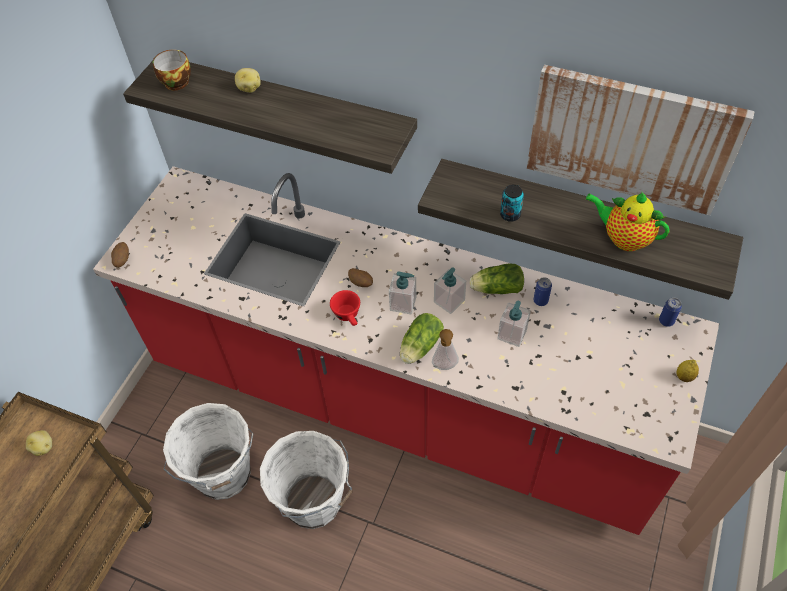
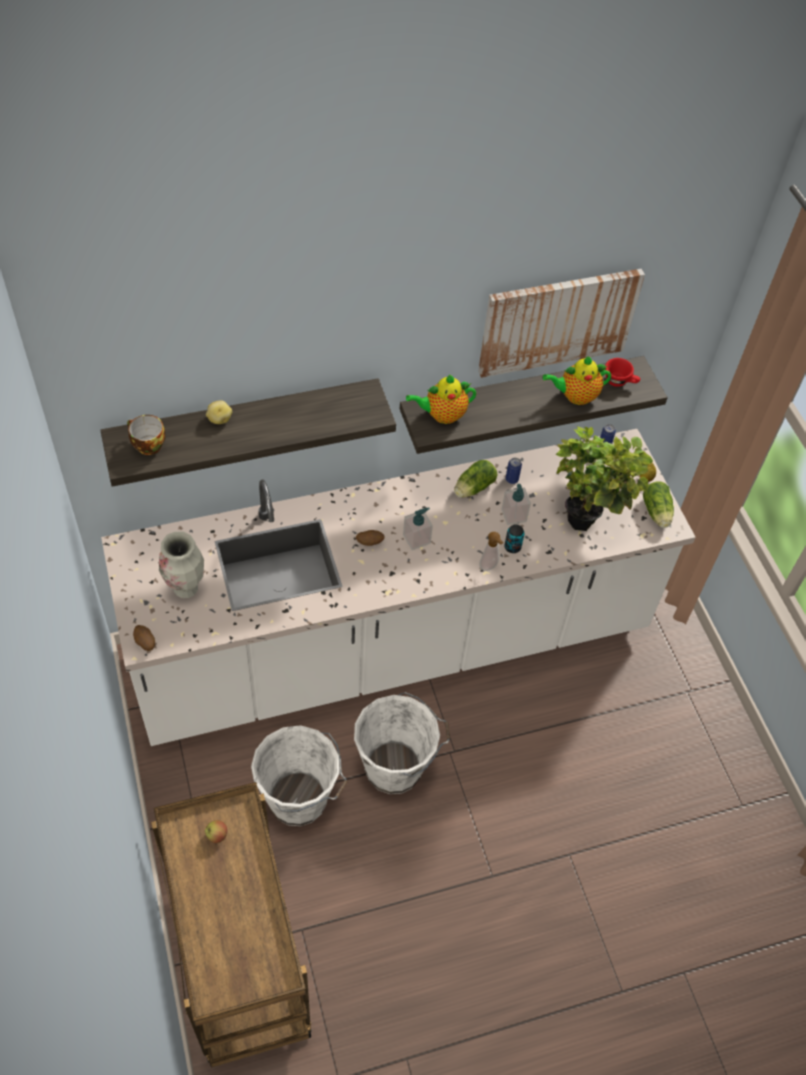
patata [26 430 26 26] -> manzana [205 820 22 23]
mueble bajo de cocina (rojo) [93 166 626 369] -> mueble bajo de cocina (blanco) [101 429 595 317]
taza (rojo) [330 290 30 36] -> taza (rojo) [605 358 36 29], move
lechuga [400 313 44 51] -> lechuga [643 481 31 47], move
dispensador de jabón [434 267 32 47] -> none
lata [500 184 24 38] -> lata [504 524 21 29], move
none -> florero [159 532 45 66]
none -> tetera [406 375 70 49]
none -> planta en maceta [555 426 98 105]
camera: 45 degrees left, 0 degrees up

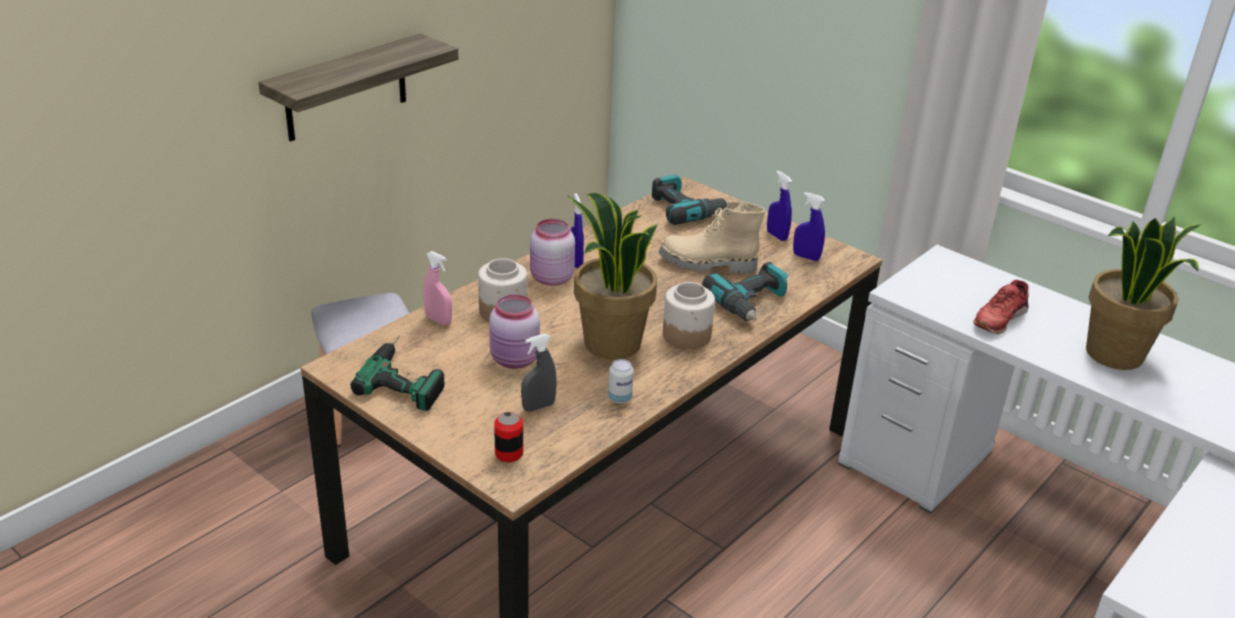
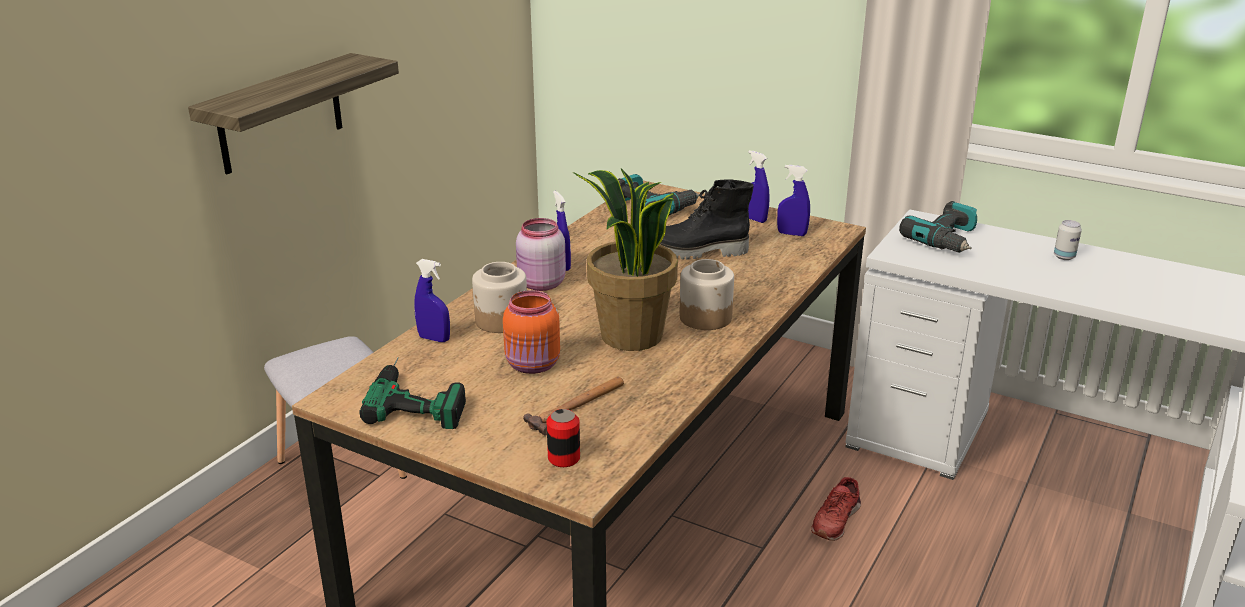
pulverizador (rosa) [424 251 28 74] -> pulverizador (azul) [414 259 36 83]
tarro (rosa) [489 294 51 75] -> tarro (naranja) [503 290 57 84]
pulverizador (gris) [521 334 36 78] -> martillo [523 377 101 58]
lata [608 359 26 45] -> lata [1054 220 28 40], move
bota (beis) [659 201 106 73] -> bota (negro) [660 180 94 80]
taladro [702 262 86 59] -> taladro [899 201 78 52], move
zapato (rojo) [973 280 56 54] -> zapato (rojo) [811 477 50 64], move
planta en maceta [1086 216 116 154] -> none
camera: 10 degrees left, 5 degrees down

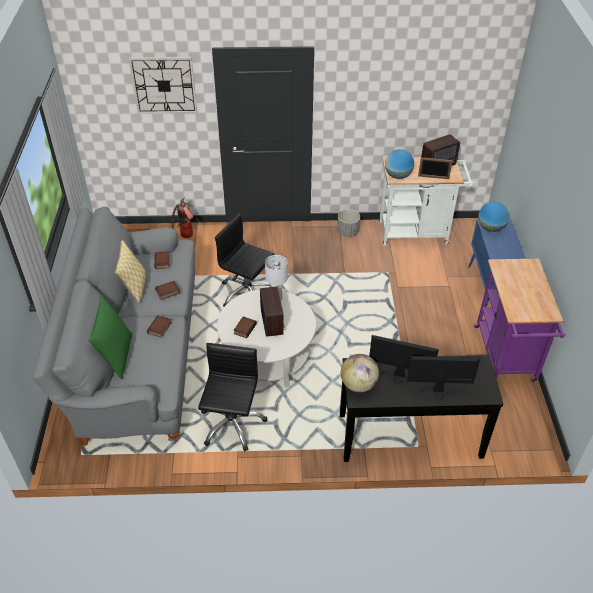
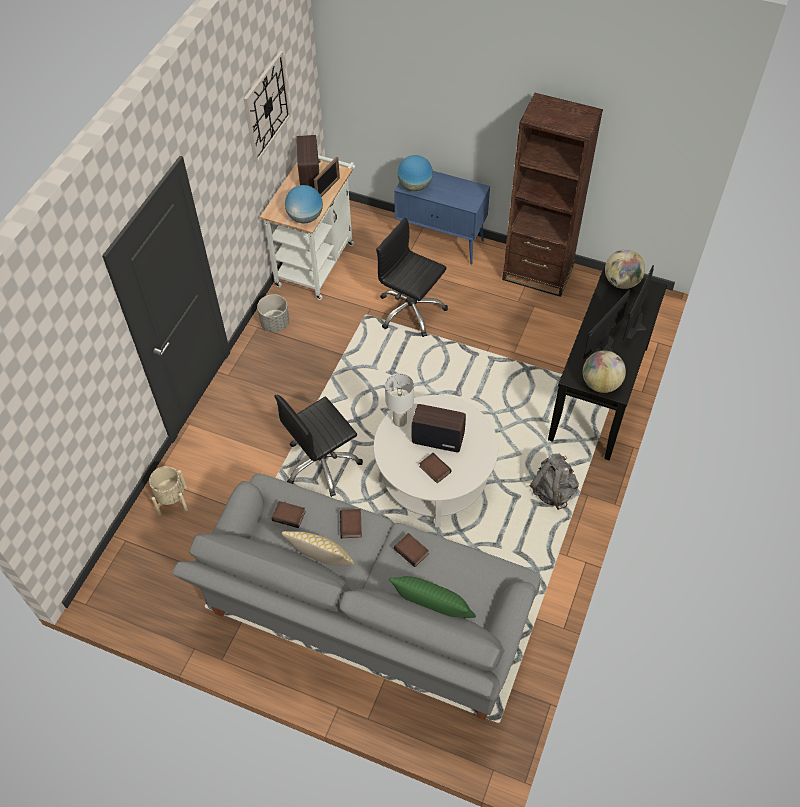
reloj de pared [129 57 68 57] -> reloj de pared [244 51 47 112], move
extintor [171 198 22 40] -> maceta (beis) [149 466 39 49]
silla de oficina (negro) [198 343 69 109] -> silla de oficina (negro) [376 217 72 120], move
carrito (morado) [474 259 92 123] -> estantería (marrón) [502 93 101 204]
none -> mochila (gris) [530 453 49 57]
none -> globo terráqueo [605 249 40 40]
camera: 65 degrees left, 10 degrees up

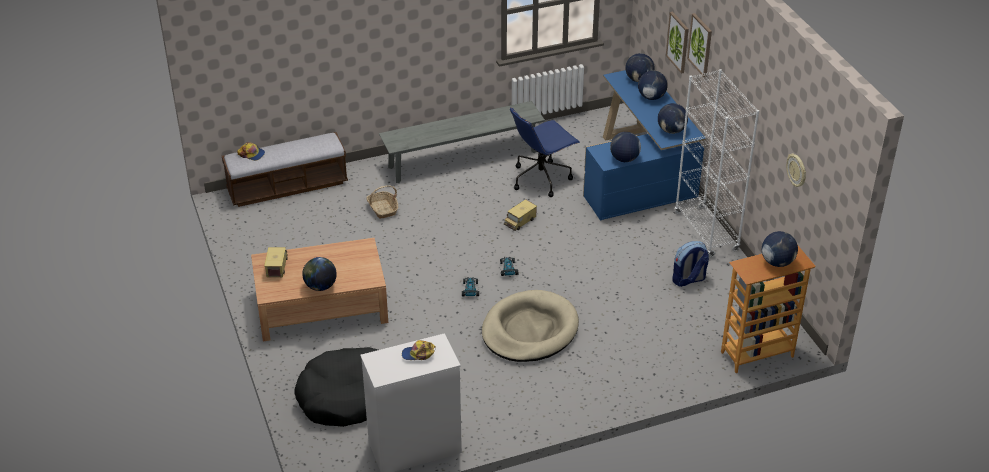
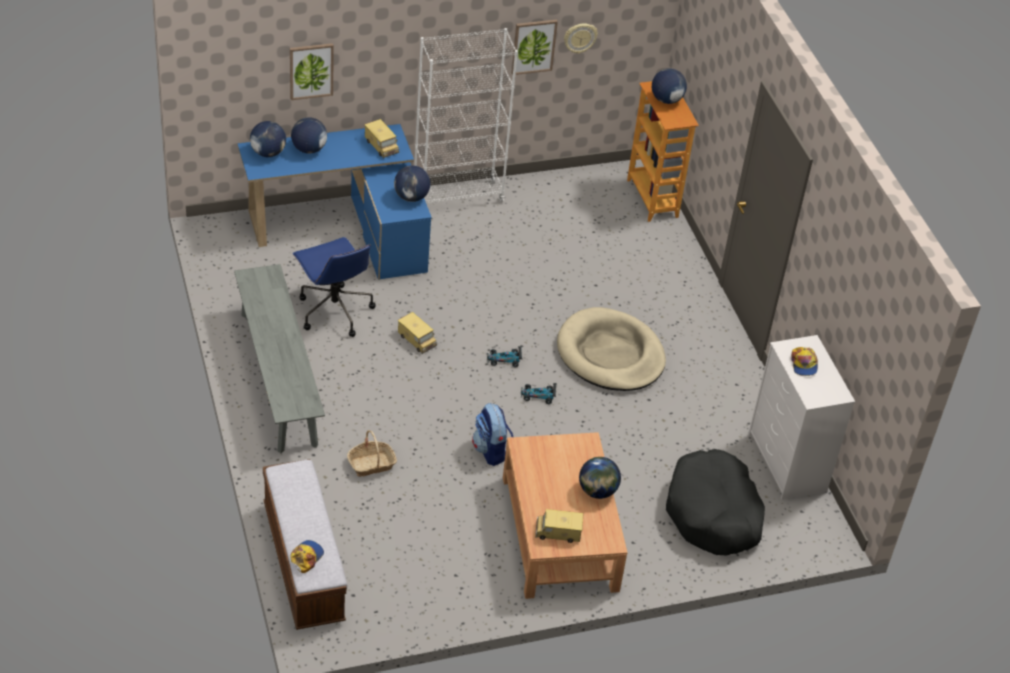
globo terráqueo [658 103 30 31] -> camión de juguete [364 119 35 39]
mochila [672 241 37 46] -> mochila [472 403 41 63], move
cuadro [687 13 25 64] -> cuadro [512 19 46 56], move
camera: 90 degrees left, 5 degrees up

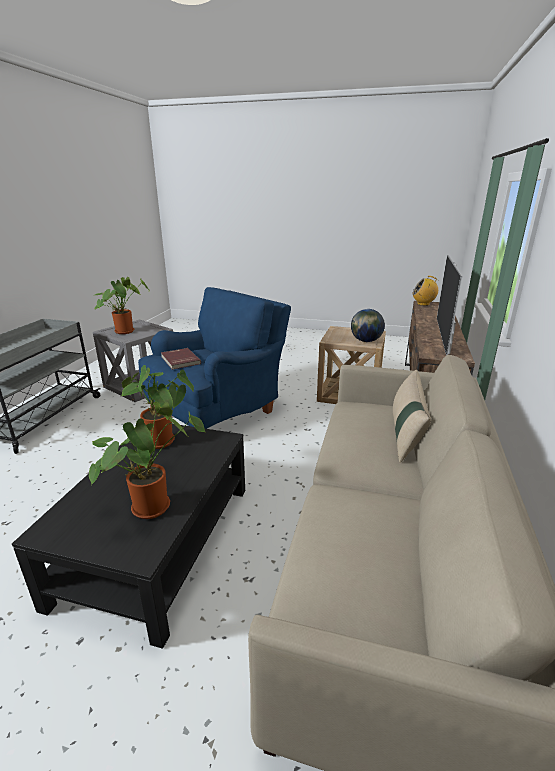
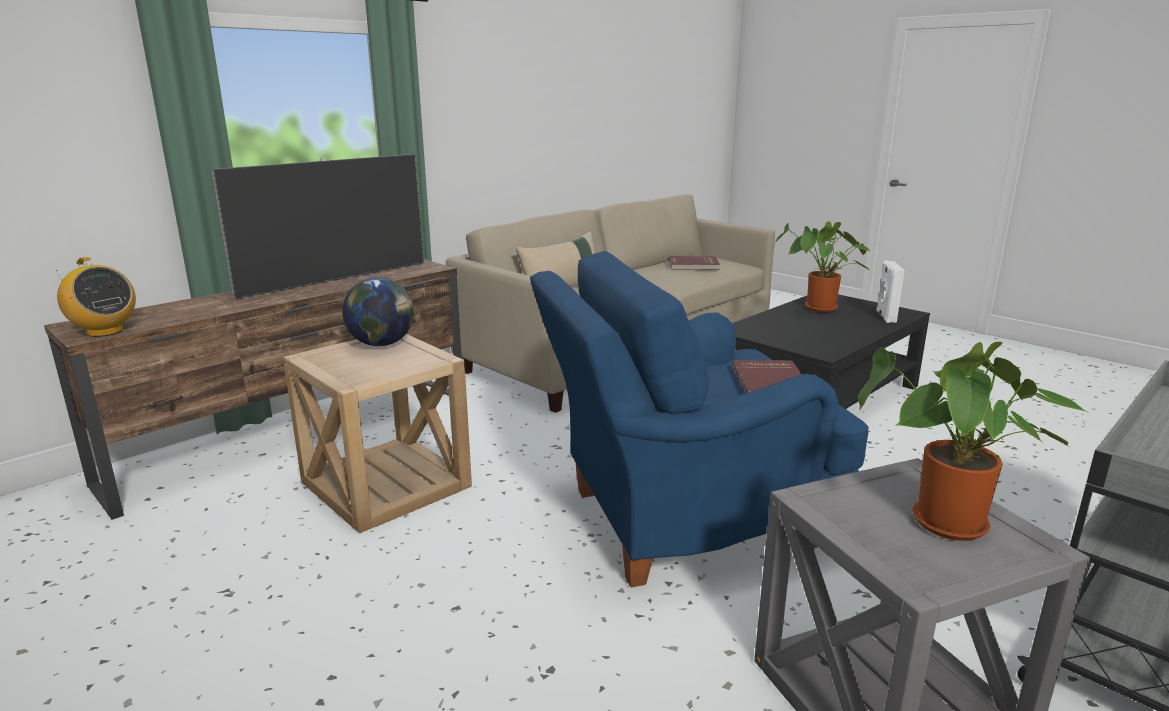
planta en maceta [120 365 74 84] -> none
none -> libro (rojo) [669 256 51 14]
none -> altavoz (blanco) [876 261 29 62]
camera: 150 degrees left, 5 degrees down

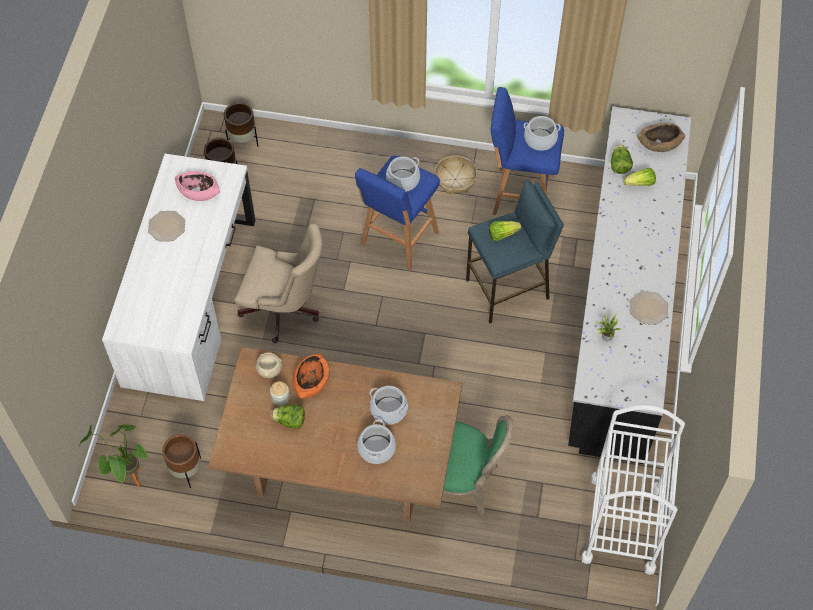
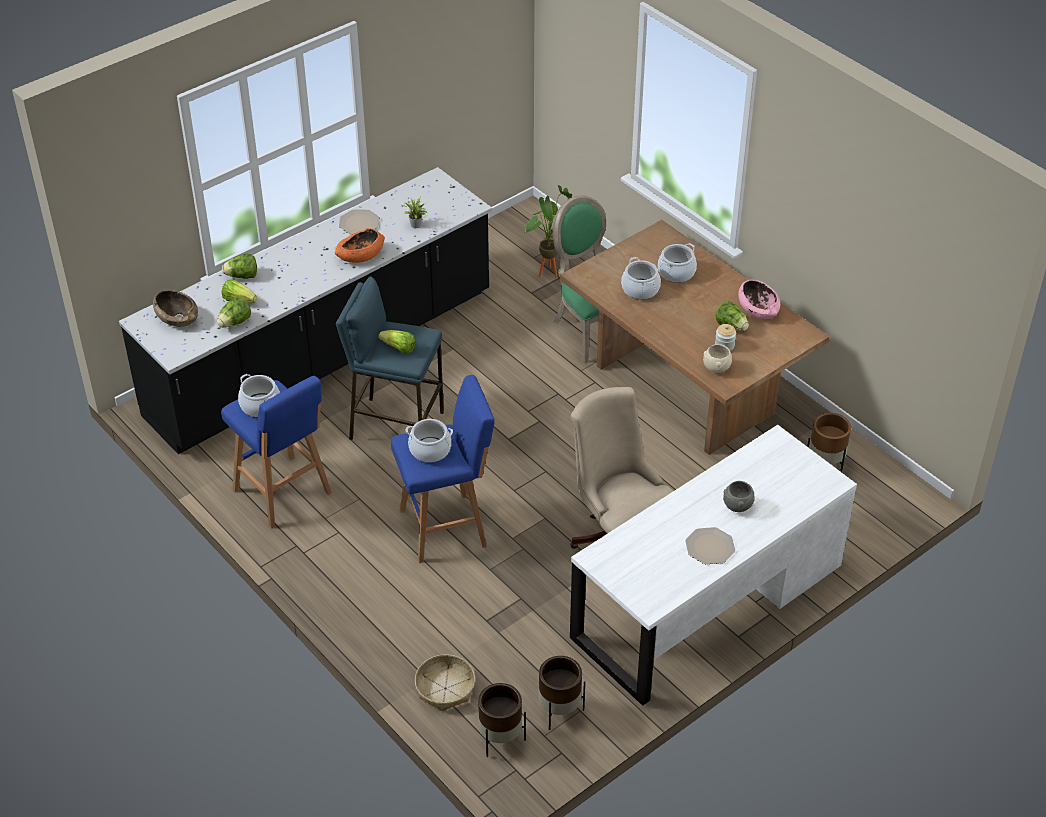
planta en maceta [79 424 69 63] -> planta en maceta [524 185 48 93], move
cuenco (rosa) [175 171 45 30] -> cuenco (rosa) [738 280 42 39], move
cuenco (naranja) [292 354 38 45] -> cuenco (naranja) [335 228 50 35], move
cesta [435 156 42 38] -> cesta [415 655 60 56], move
carrito (blanco) [581 405 104 170] -> none
none -> lechuga [222 254 35 25]
none -> cuenco (gris) [723 481 32 31]
camera: 140 degrees left, 15 degrees down

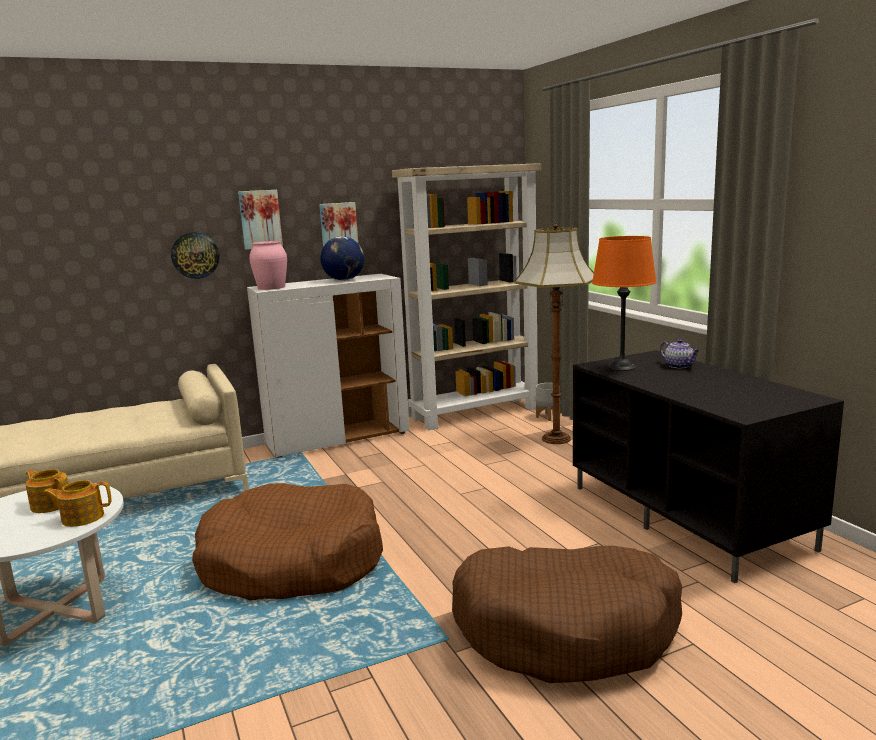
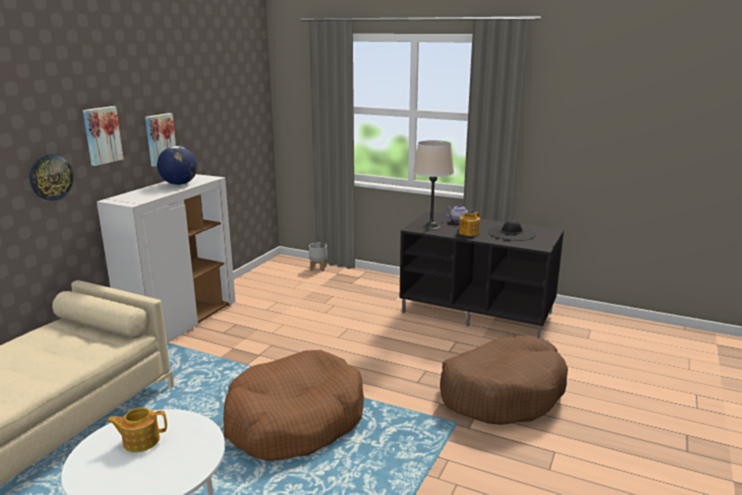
tetera [43 480 69 47] -> tetera [459 212 21 24], move
florero (rosa) [249 241 38 49] -> none
estantería (beis) [392 163 149 267] -> none
lámpara de pie [514 221 80 223] -> none
lámpara de mesa (naranja) [592 236 65 135] -> lámpara de mesa (beis) [413 140 41 90]
none -> sombrero (negro) [488 220 48 21]
camera: 40 degrees left, 5 degrees up

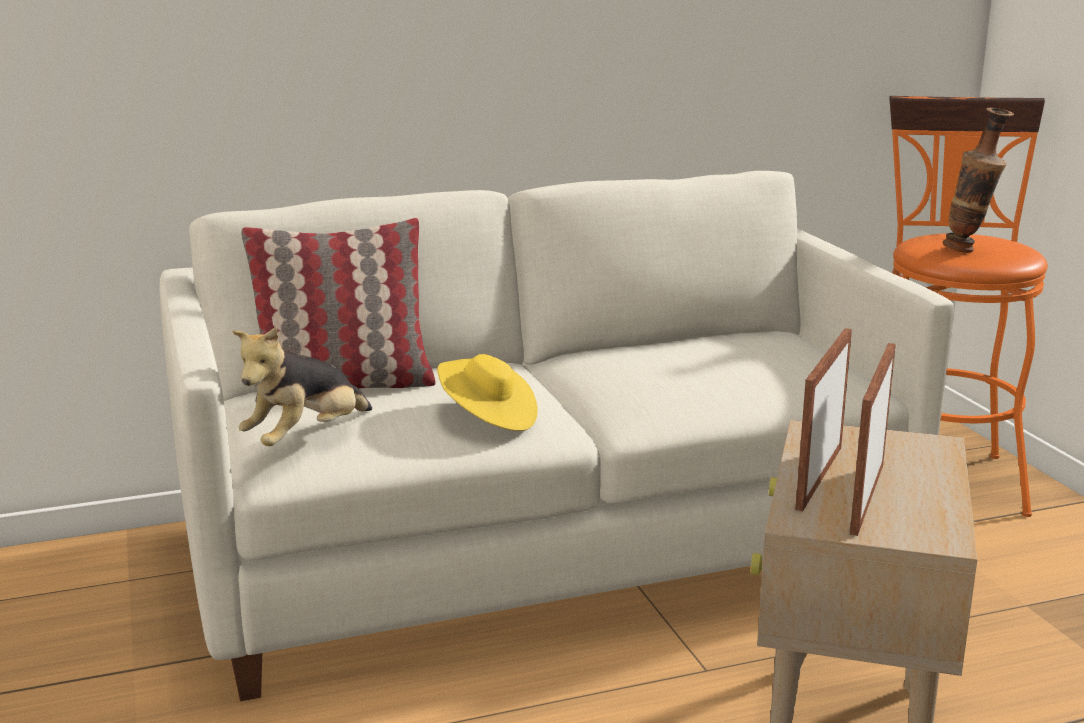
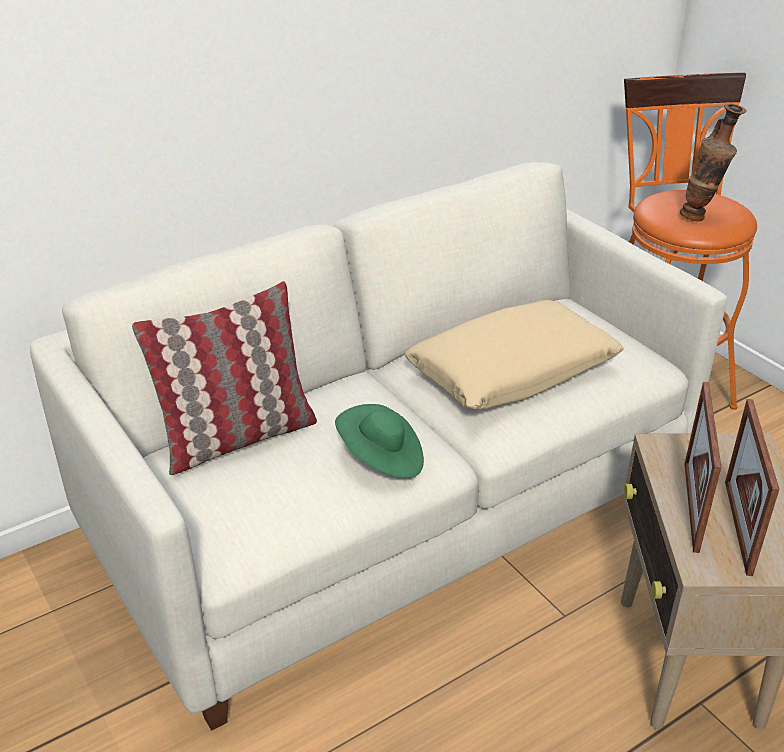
peluche [232 327 140 119] -> none
sombrero (amarillo) [437 354 101 77] -> sombrero (verde) [335 404 89 74]
none -> cojín (beis) [405 300 219 110]
camera: 15 degrees left, 15 degrees up

